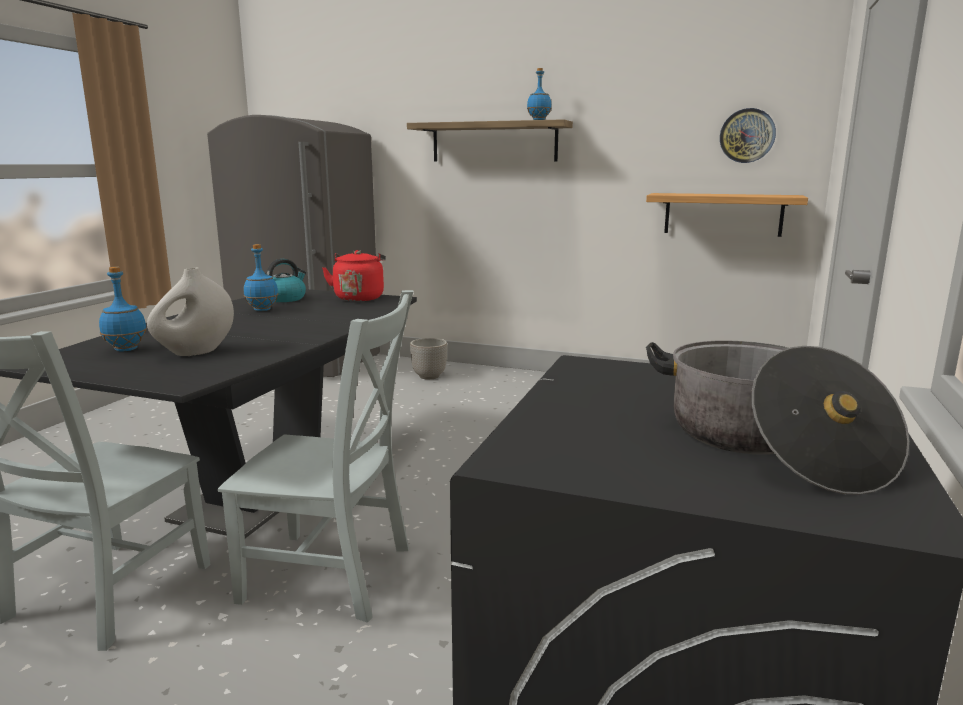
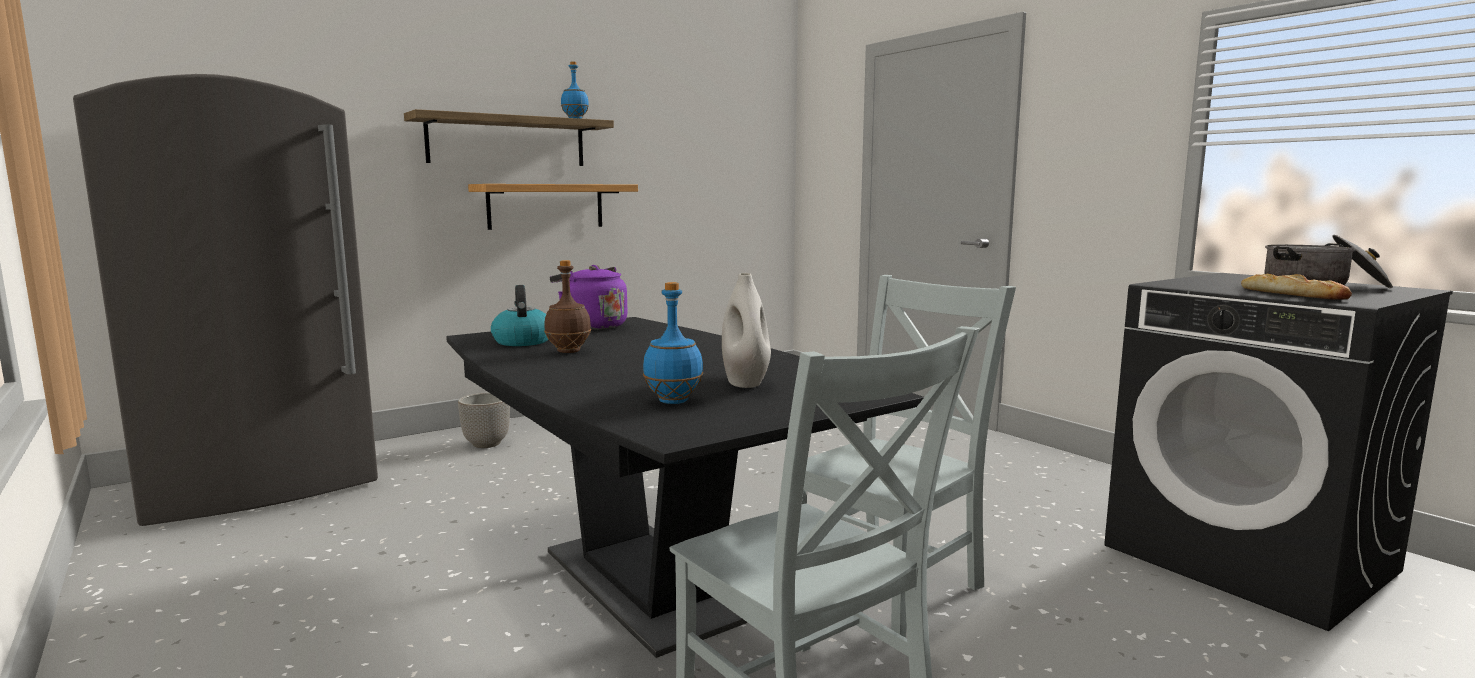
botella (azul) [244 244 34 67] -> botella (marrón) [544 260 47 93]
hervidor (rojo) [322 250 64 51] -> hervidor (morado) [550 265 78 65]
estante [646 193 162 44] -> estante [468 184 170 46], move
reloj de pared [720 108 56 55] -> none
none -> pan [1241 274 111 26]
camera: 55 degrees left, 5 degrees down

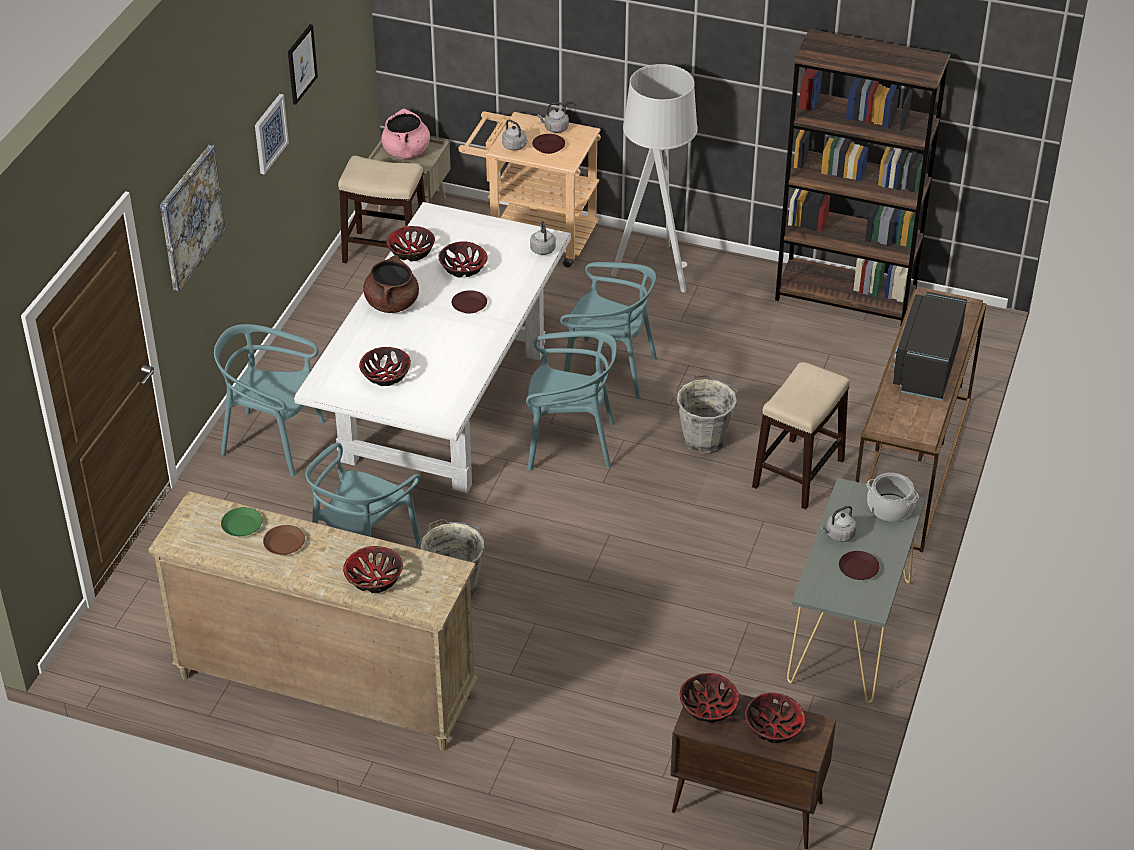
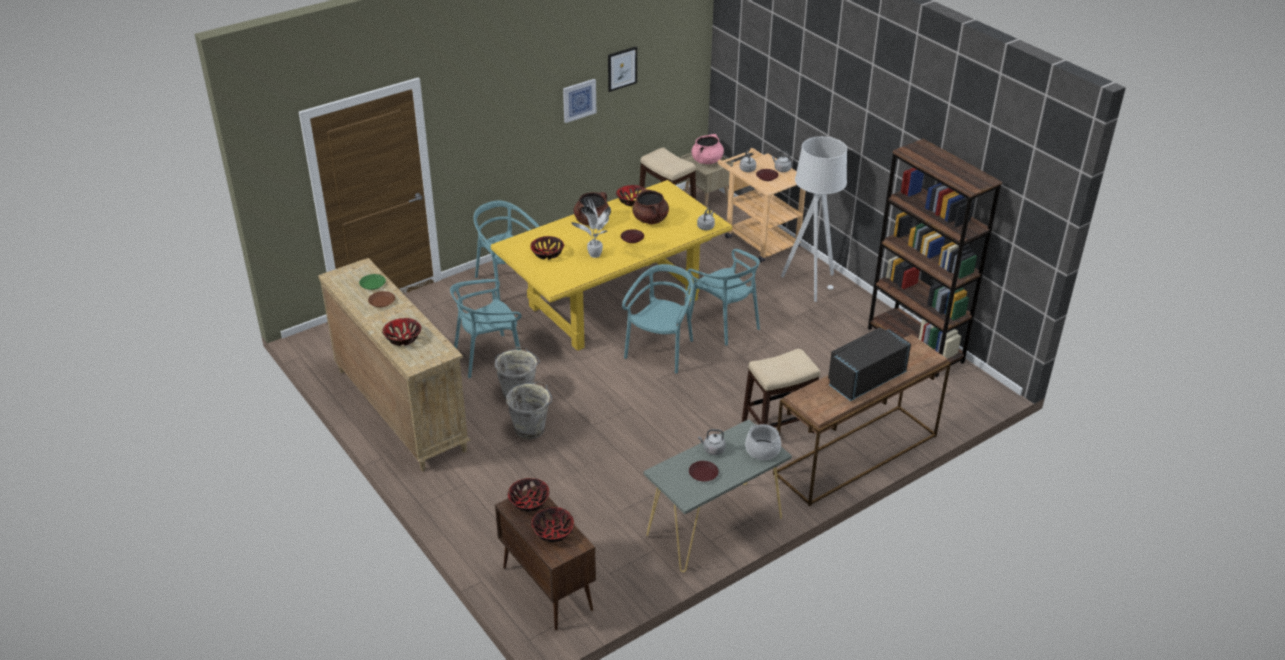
cuadro [160 145 66 146] -> none
mesa de comedor (blanco) [294 202 277 291] -> mesa de comedor (amarillo) [491 180 241 171]
cuenco [438 241 49 37] -> olla (marrón) [632 189 37 35]
silla (turquesa) [526 331 91 139] -> silla (turquesa) [622 264 71 110], 105 degrees counterclockwise
cubo (gris) [674 374 64 80] -> cubo (gris) [506 381 46 58], move
none -> planta en maceta [572 197 39 61]
camera: 35 degrees right, 5 degrees down

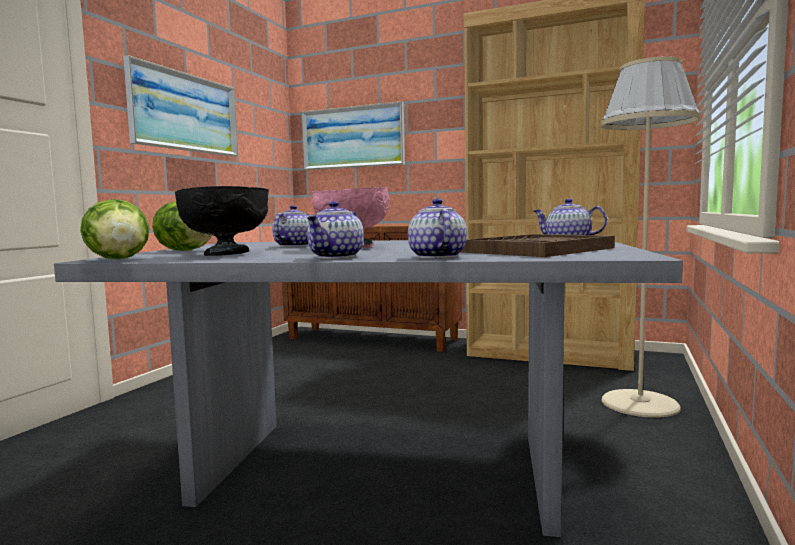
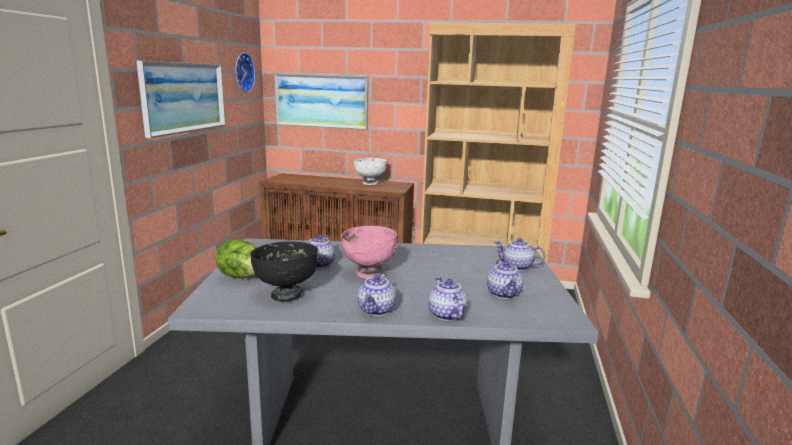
lechuga [80 199 70 61] -> none
bandeja (marrón) [461 234 154 23] -> tetera [487 260 36 39]
lámpara de pie (beis) [600 56 100 362] -> none
none -> reloj de pared [235 53 20 40]
none -> cuenco (blanco) [354 158 33 27]
camera: 10 degrees left, 10 degrees up

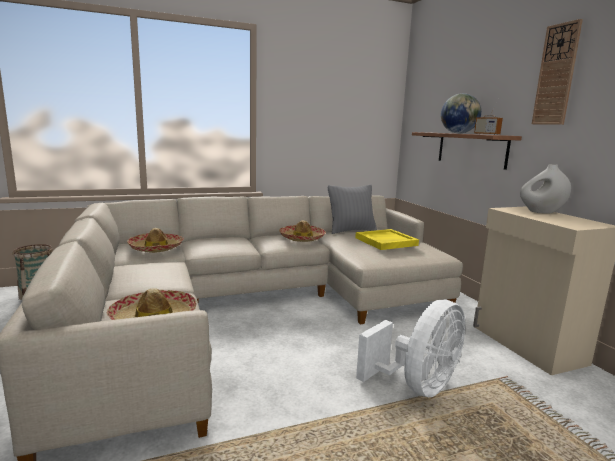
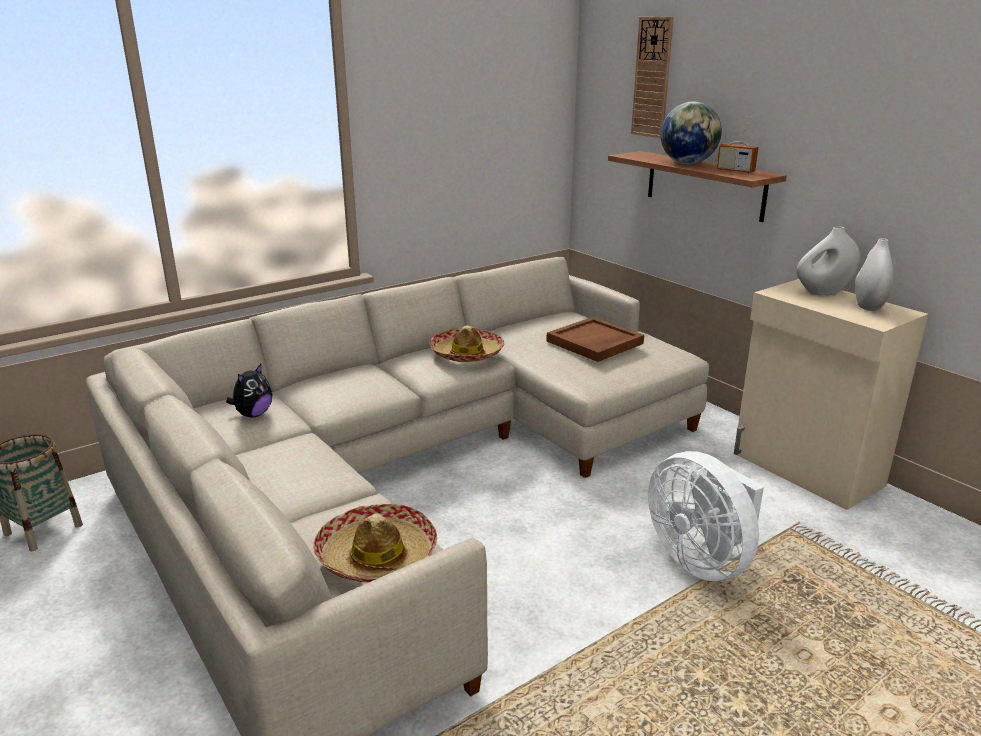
sombrero [127 228 57 25] -> peluche [226 364 46 53]
cojín (gris) [328 185 49 49] -> none
bandeja (amarillo) [355 229 64 21] -> bandeja (marrón) [546 317 98 45]
ventilador (blanco) [356 300 109 97] -> ventilador (blanco) [648 451 116 130], 120 degrees clockwise
reloj de pared [532 19 51 106] -> reloj de pared [631 17 43 121], move
none -> florero (blanco) [855 238 38 73]
camera: 15 degrees left, 10 degrees up

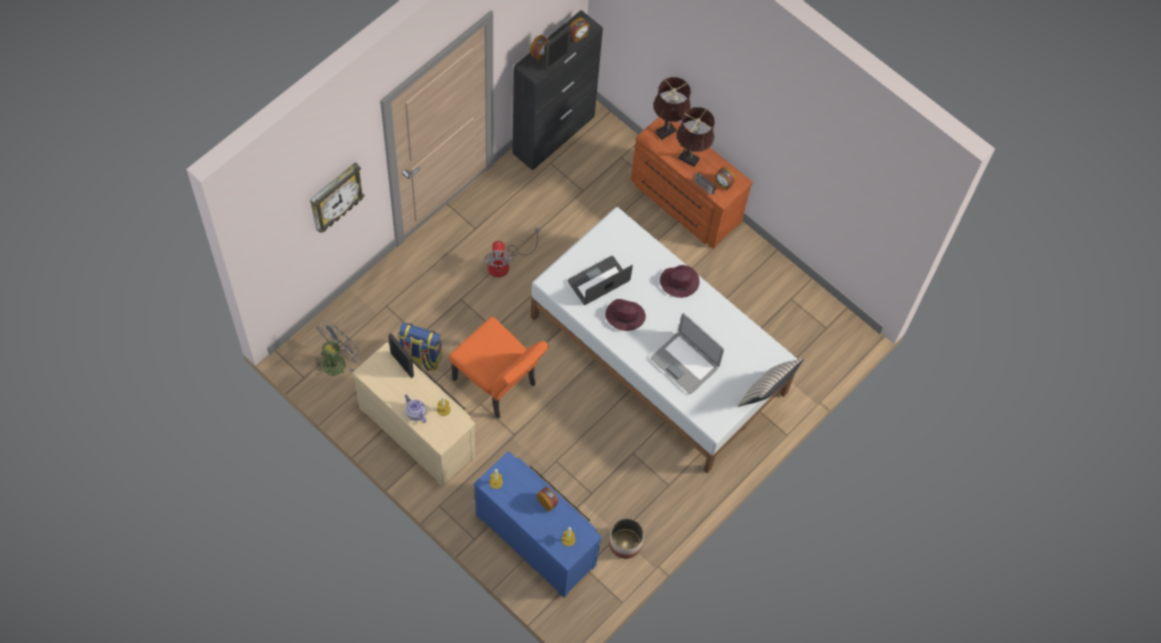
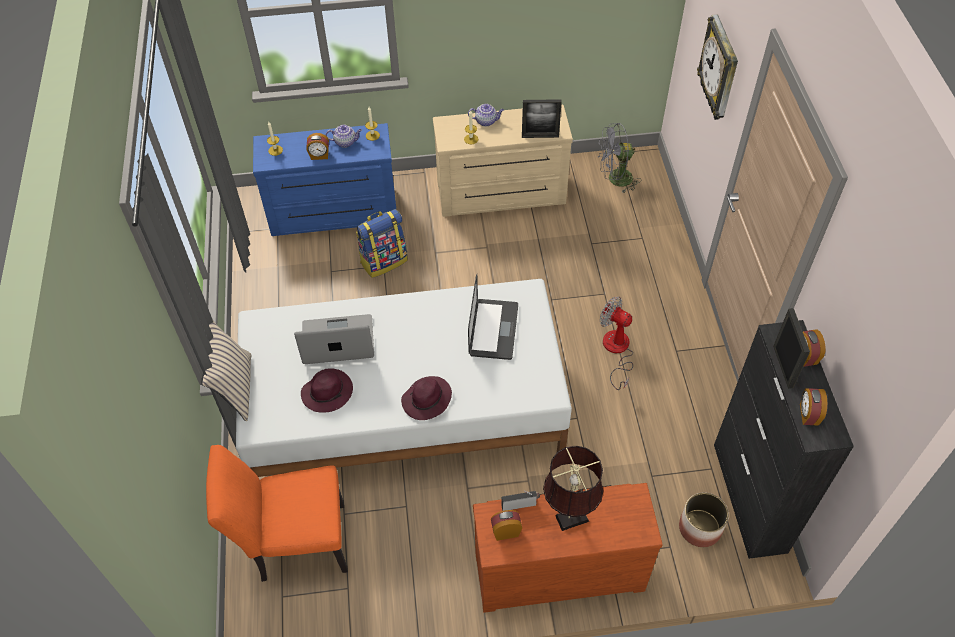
ventilador (gris) [315 320 47 56] -> ventilador (gris) [598 123 42 71], 90 degrees clockwise
mochila [399 322 44 49] -> mochila [356 209 52 69], move
silla (naranja) [449 317 100 102] -> silla (naranja) [206 445 142 137], move
sombrero (morado) [605 299 41 32] -> sombrero (morado) [301 368 52 45], move
maceta [609 518 35 41] -> maceta [679 492 50 55], move
lámpara de mesa (marrón) [653 77 38 63] -> none
none -> tetera [326 125 36 23]
camera: 135 degrees right, 10 degrees down

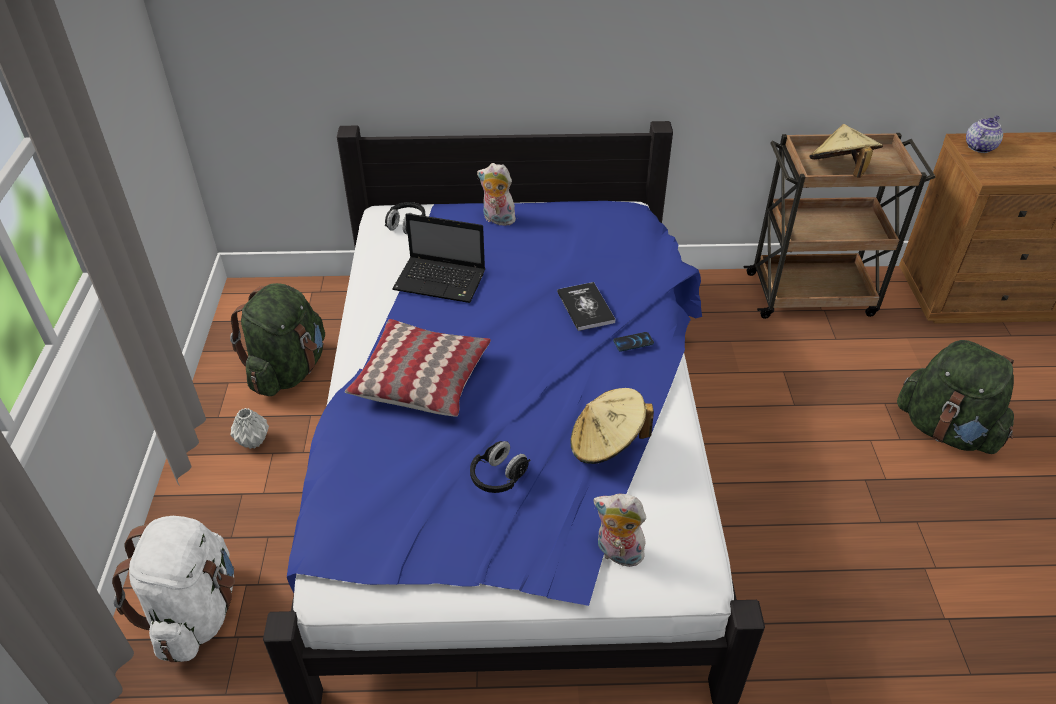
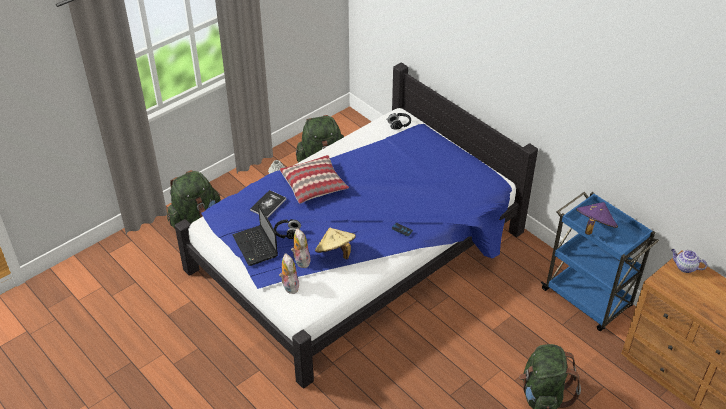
mochila (blanco) [112 516 123 146] -> mochila (verde) [167 170 54 58]
portátil [392 213 93 90] -> portátil [232 203 46 63], move
peluche [477 163 39 63] -> peluche [291 228 19 40], move
libro [557 282 59 49] -> libro [250 190 36 28], move
carrito (marrón) [743 133 193 186] -> carrito (azul) [541 192 118 139]
sombrero (beis) [809 124 74 54] -> sombrero (morado) [576 202 42 33]
tetera [966 115 37 38] -> tetera [671 249 36 24], 150 degrees counterclockwise
camera: 50 degrees right, 0 degrees up

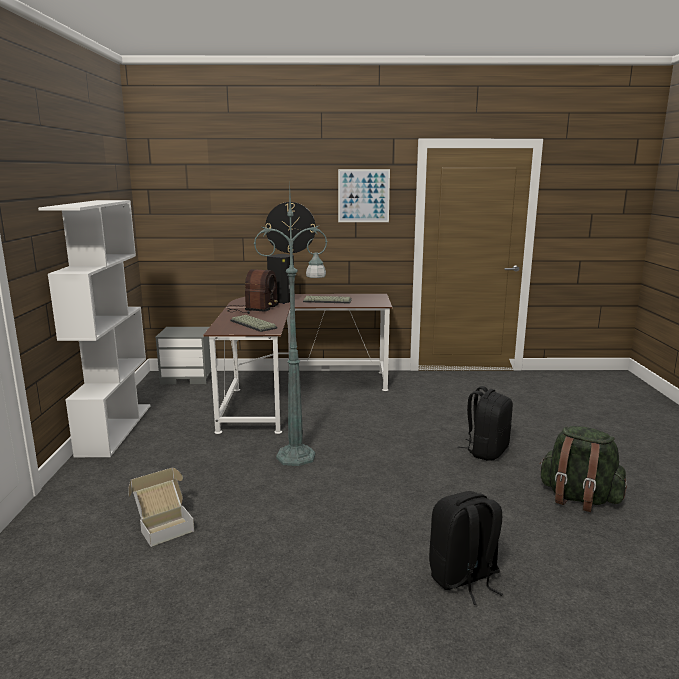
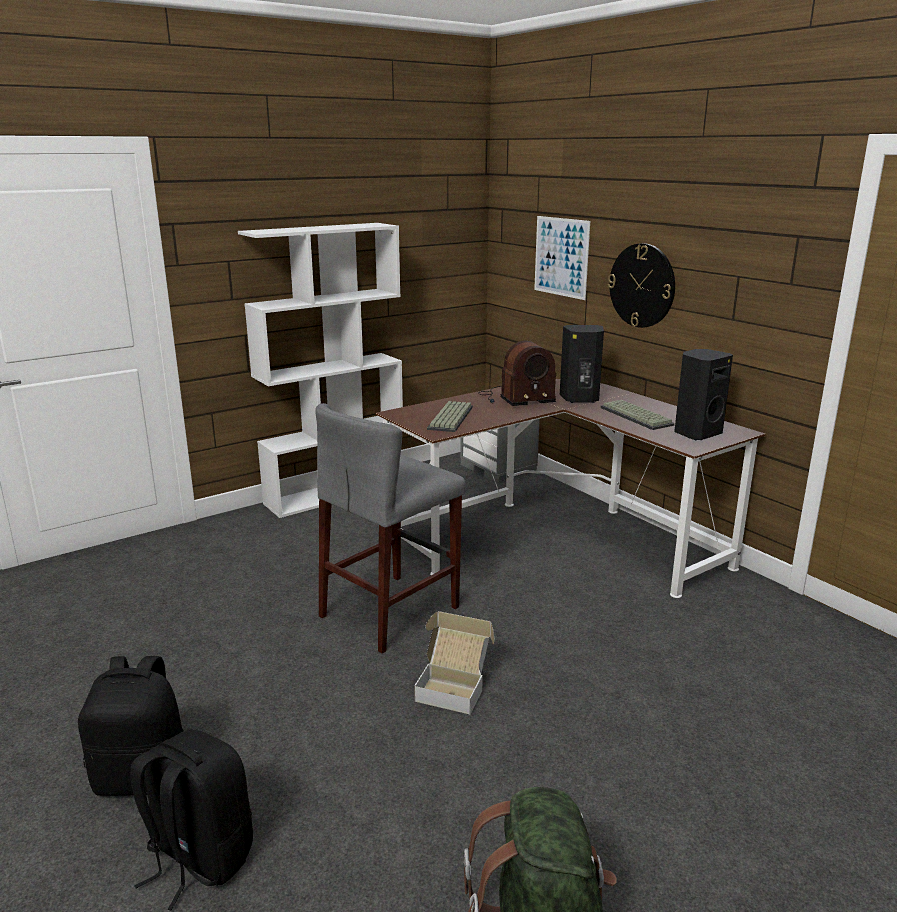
caja de cartón [128 467 66 80] -> caja de cartón [414 611 81 104], move
lámpara de pie (verde) [253 188 75 278] -> taburete (gris) [315 403 151 250]
cuadro [338 169 52 53] -> cuadro [534 216 56 84], move
mochila (negro) [458 386 55 75] -> mochila (negro) [78 656 106 140], move
none -> altavoz (negro) [674 349 59 91]
camera: 55 degrees right, 5 degrees up

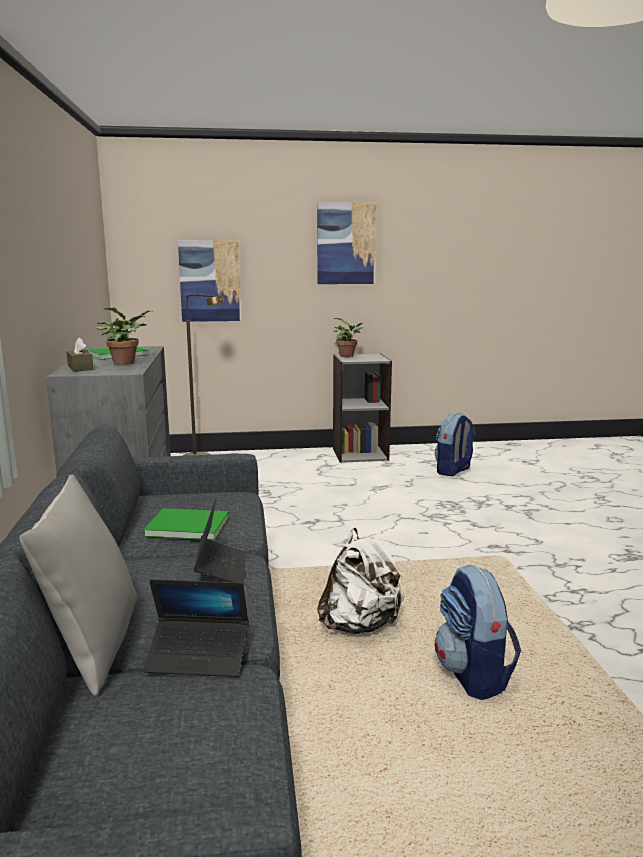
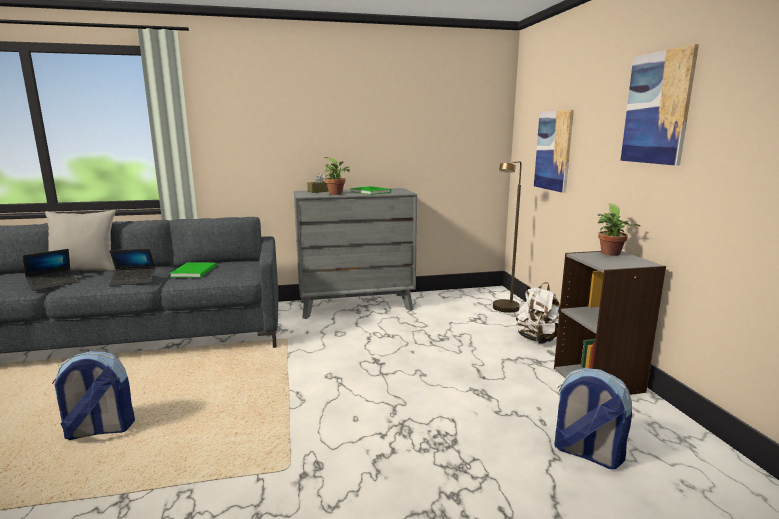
portátil [143 579 106 98] -> portátil [23 249 55 42], 135 degrees counterclockwise
mochila (blanco) [317 528 88 106] -> mochila (blanco) [516 282 44 62], move
camera: 85 degrees right, 0 degrees up

